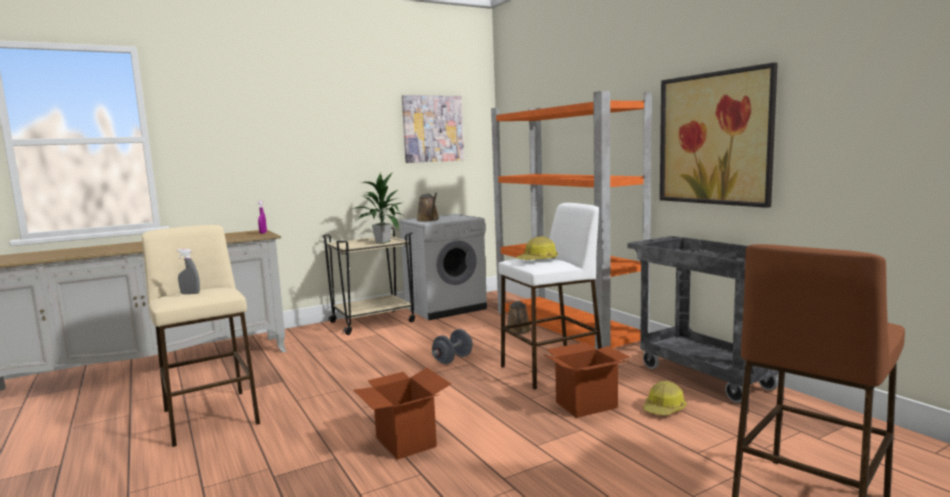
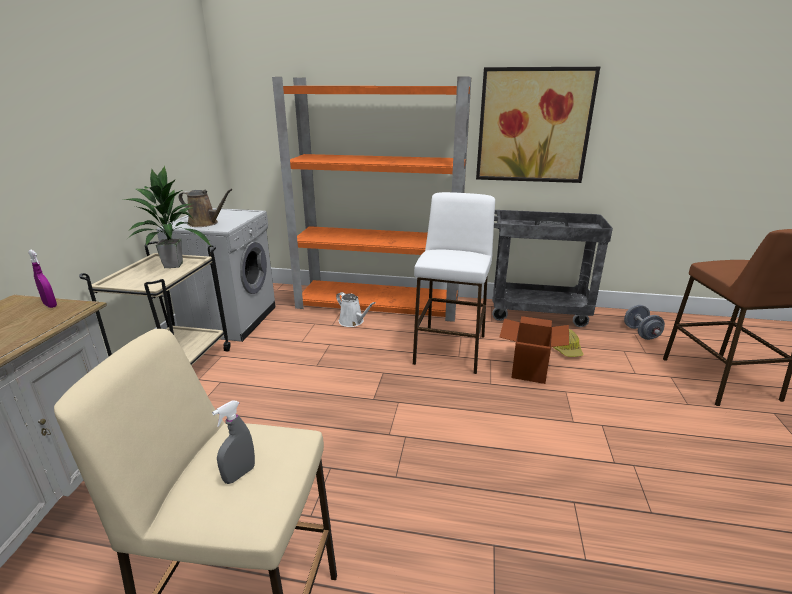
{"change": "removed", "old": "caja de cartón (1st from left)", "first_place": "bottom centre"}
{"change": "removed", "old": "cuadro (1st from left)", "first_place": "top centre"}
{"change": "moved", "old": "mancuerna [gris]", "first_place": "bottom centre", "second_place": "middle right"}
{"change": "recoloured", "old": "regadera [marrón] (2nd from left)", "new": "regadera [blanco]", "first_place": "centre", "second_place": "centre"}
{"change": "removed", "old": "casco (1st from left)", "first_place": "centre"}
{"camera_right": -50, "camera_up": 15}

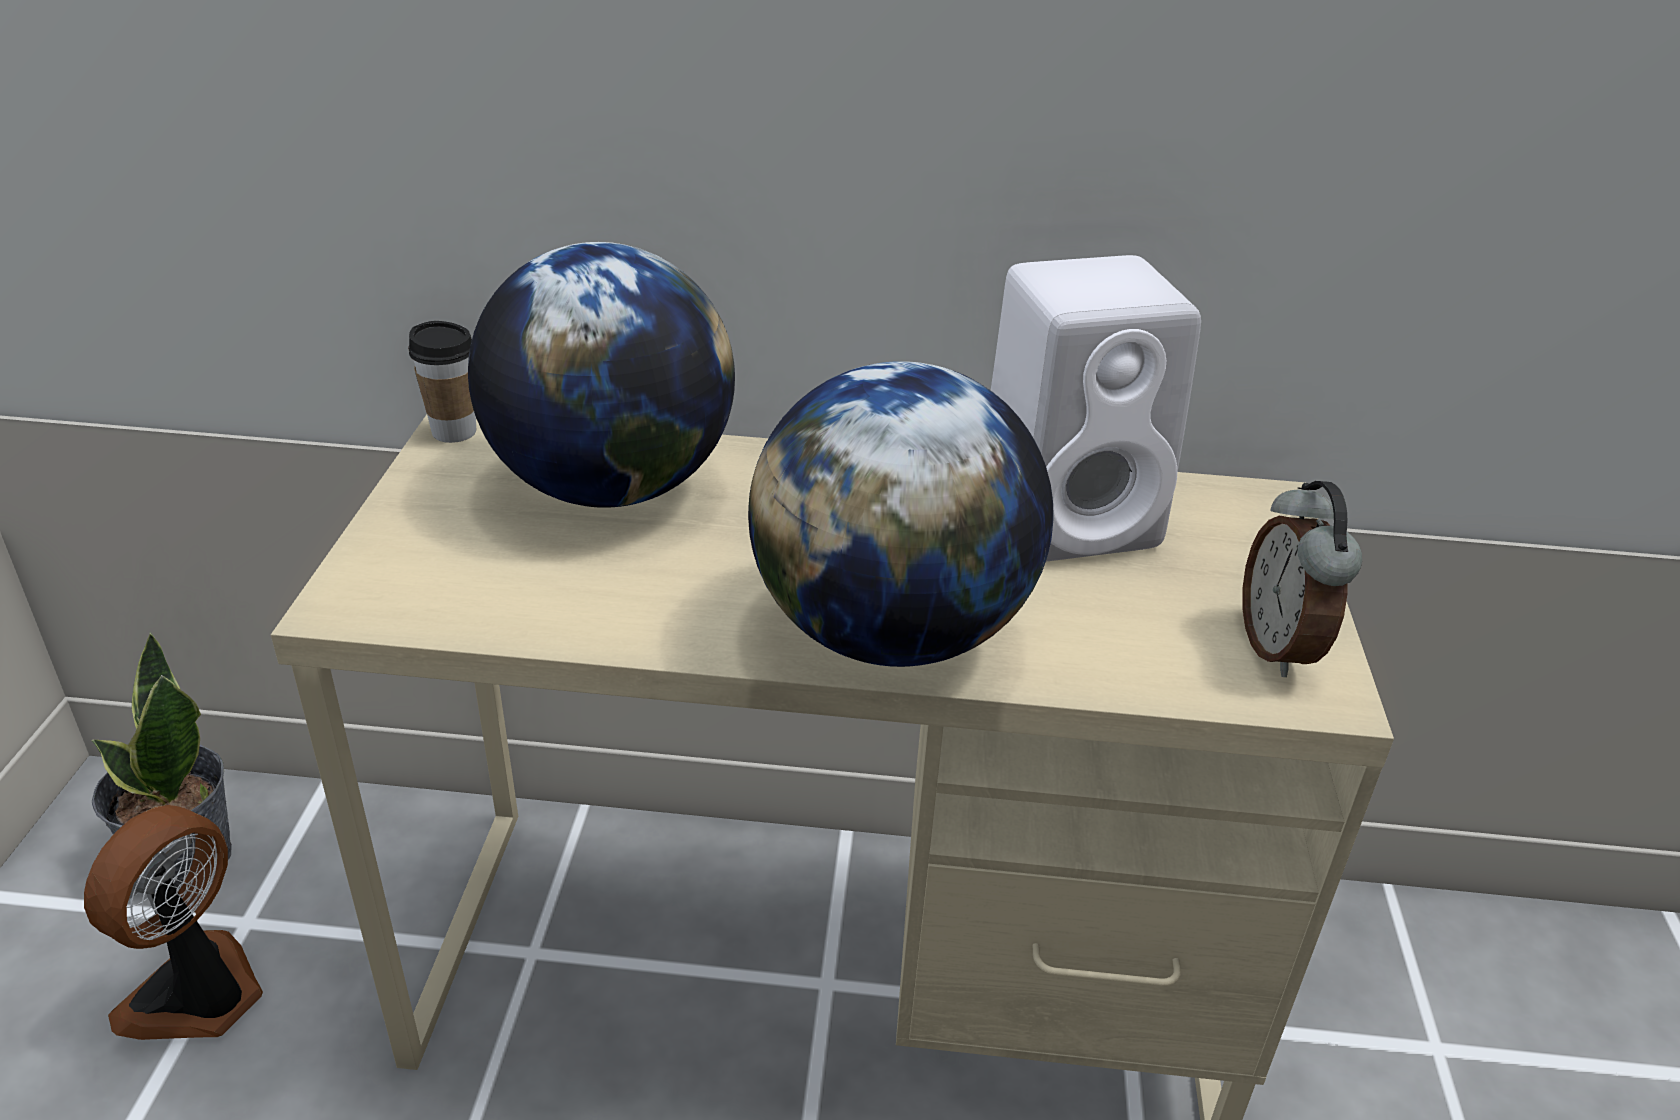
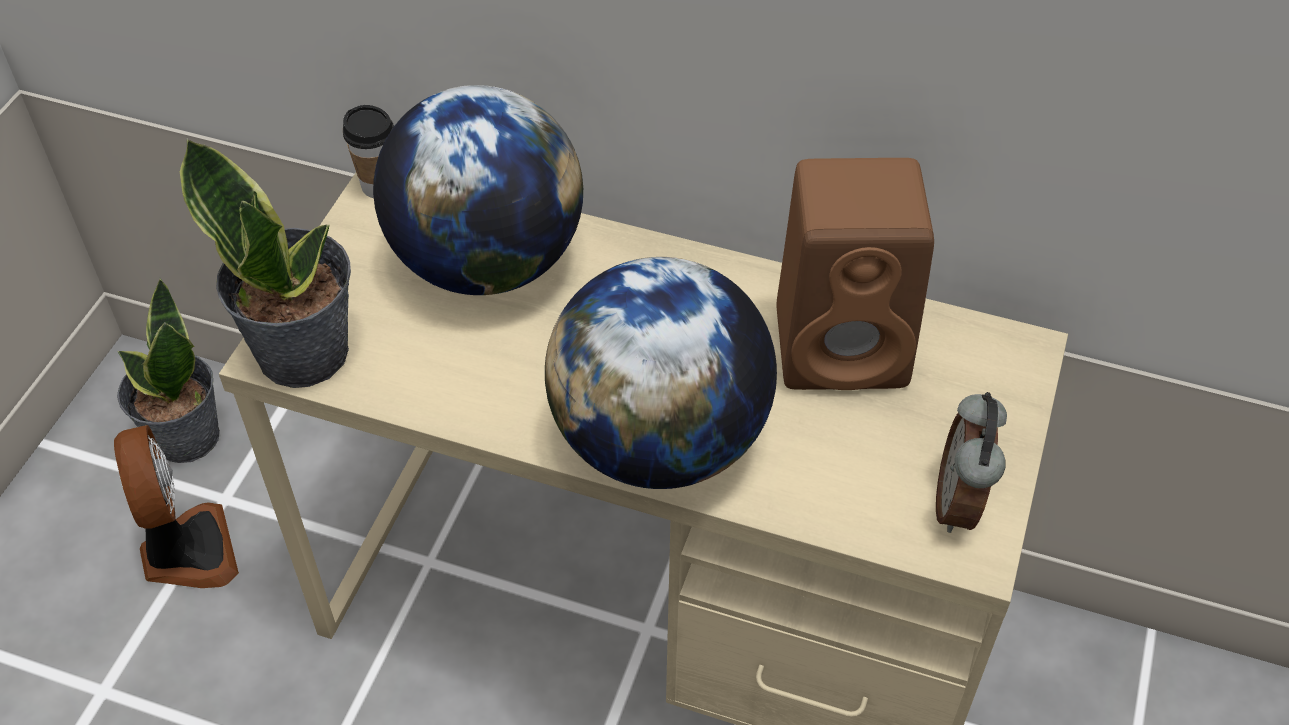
{"change": "turned", "old": "ventilador", "first_place": "bottom left", "second_place": "bottom left", "degrees": 120}
{"change": "recoloured", "old": "altavoz [blanco]", "new": "altavoz [marrón]", "first_place": "centre", "second_place": "centre"}
{"change": "added", "new": "planta en maceta (2nd from left)", "second_place": "middle left"}
{"camera_right": 15, "camera_up": 15}

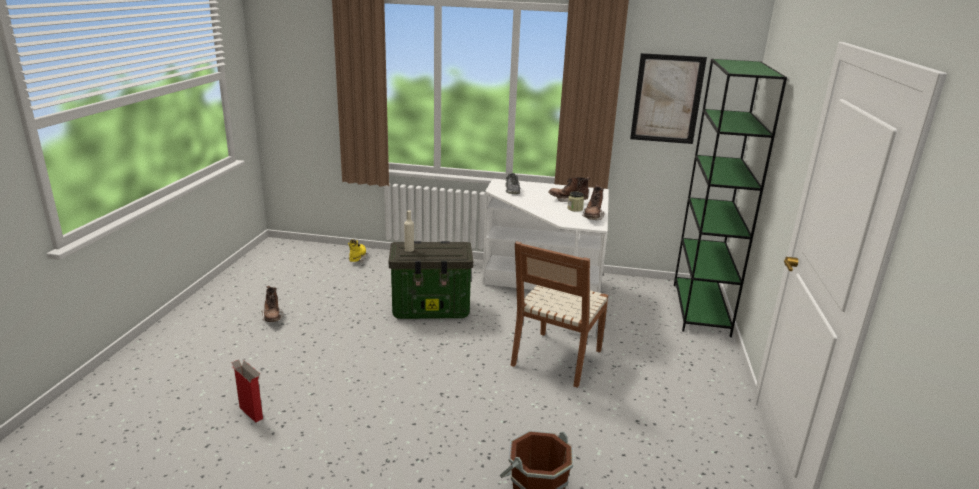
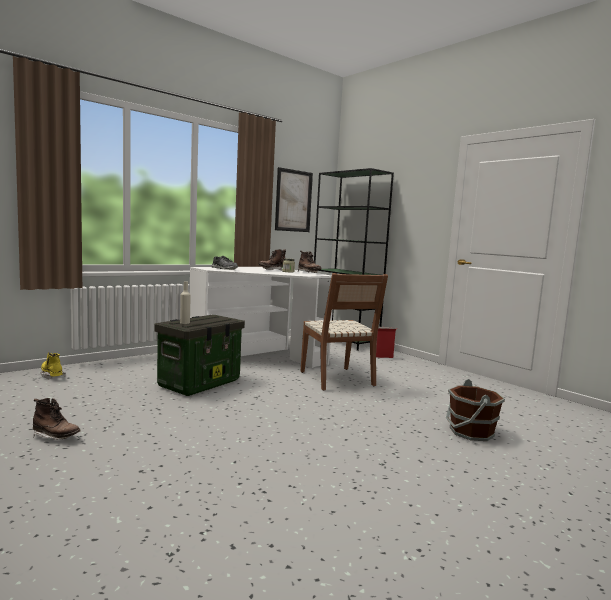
{"change": "moved", "old": "caja de cartón", "first_place": "bottom left", "second_place": "centre"}
{"camera_right": -50, "camera_up": -15}

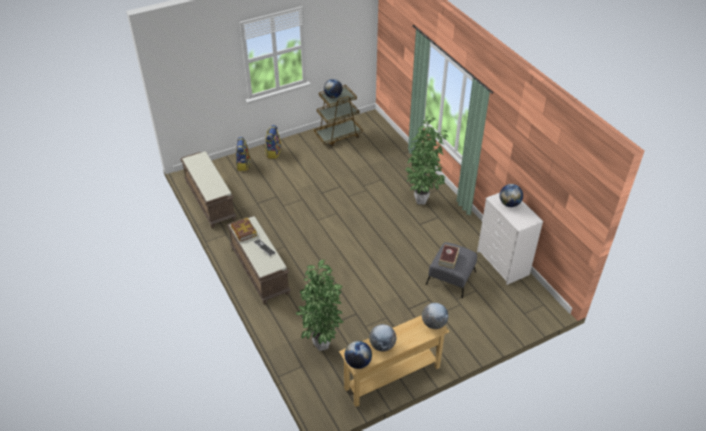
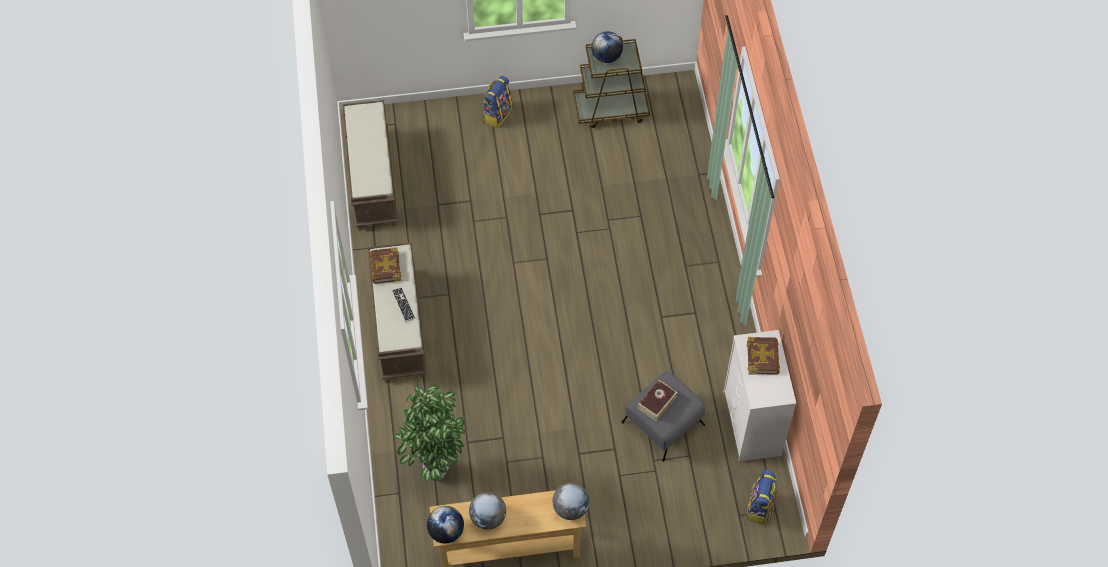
{"change": "moved", "old": "mochila (1st from left in the first image)", "new": "mochila (2nd from left)", "first_place": "centre", "second_place": "bottom right"}
{"change": "removed", "old": "planta en maceta (2nd from left)", "first_place": "centre"}
{"change": "replaced", "old": "globo terráqueo (5th from left)", "new": "libro (3rd from left)", "first_place": "middle right", "second_place": "middle right"}
{"camera_right": 20, "camera_up": 15}

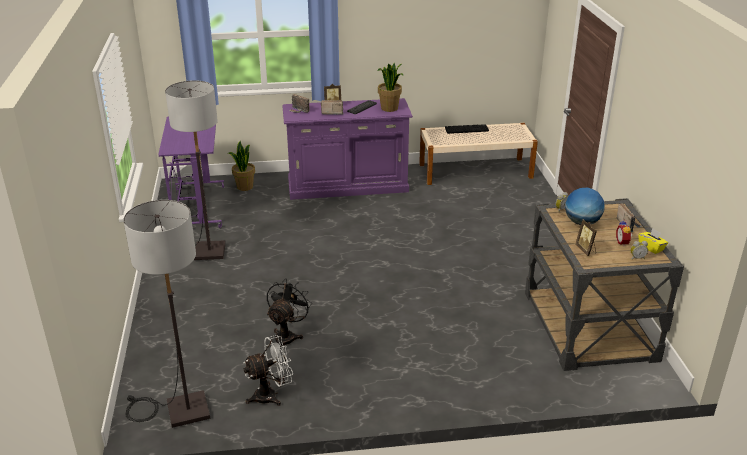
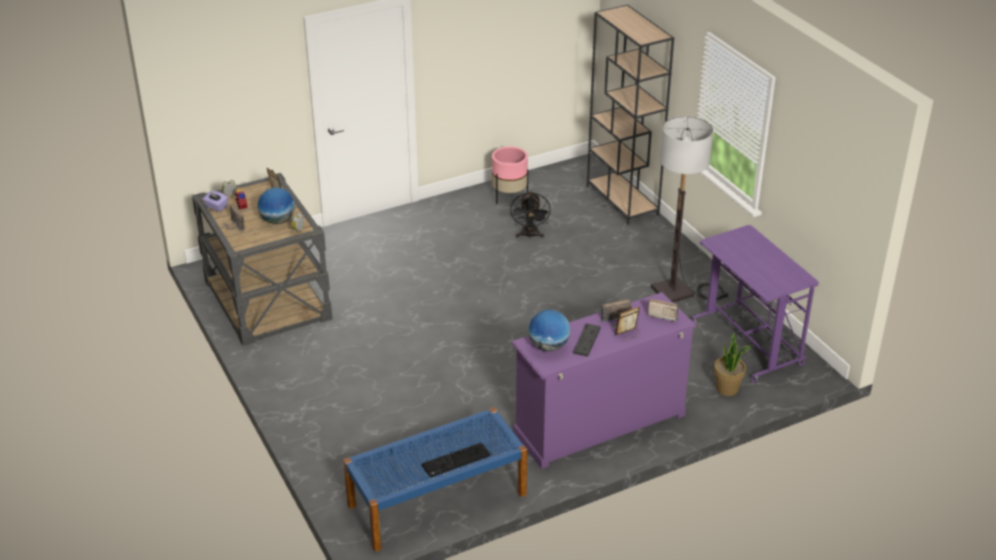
{"change": "removed", "old": "lámpara de pie (1st from left)", "first_place": "bottom left"}
{"change": "replaced", "old": "ventilador [blanco]", "new": "maceta [rosa]", "first_place": "bottom centre", "second_place": "top centre"}
{"change": "replaced", "old": "planta en maceta (2nd from left)", "new": "globo terráqueo (2nd from left)", "first_place": "top centre", "second_place": "centre"}
{"change": "recoloured", "old": "banco [beis]", "new": "banco [azul]", "first_place": "centre", "second_place": "bottom centre"}
{"change": "recoloured", "old": "caja de pañuelos [amarillo]", "new": "caja de pañuelos [morado]", "first_place": "middle right", "second_place": "middle left"}
{"change": "added", "new": "estantería (2nd from left)", "second_place": "top centre"}
{"camera_right": 160, "camera_up": 5}

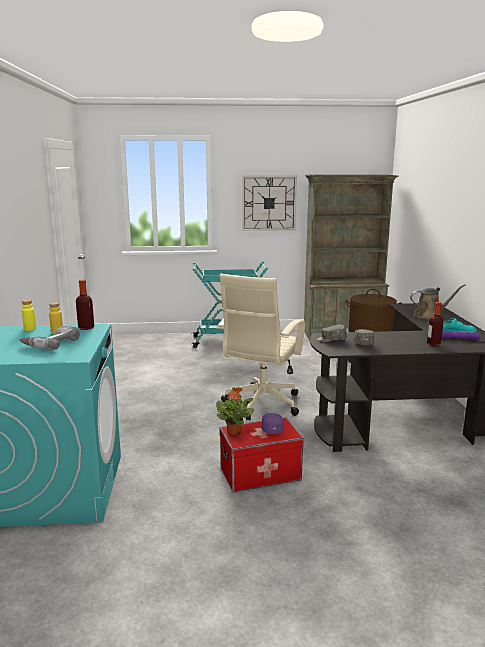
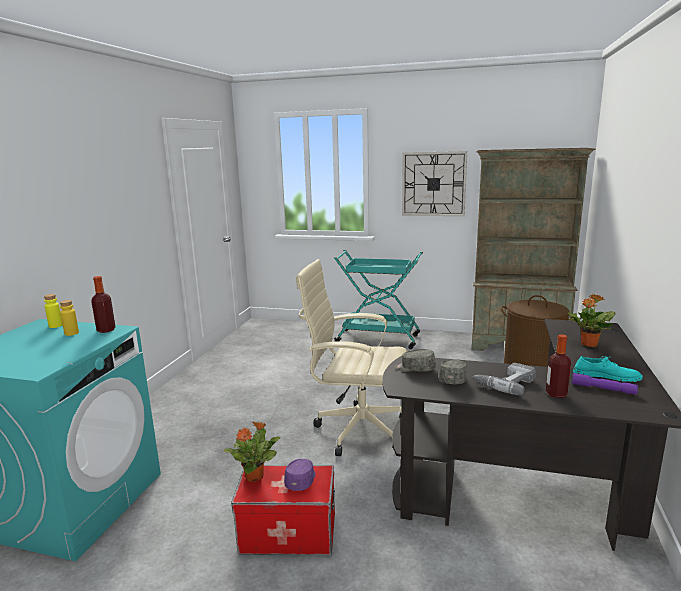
{"change": "moved", "old": "taladro", "first_place": "middle left", "second_place": "middle right"}
{"change": "turned", "old": "silla de oficina [beis]", "first_place": "centre", "second_place": "centre", "degrees": 60}
{"change": "replaced", "old": "regadera [marrón]", "new": "planta en maceta (2nd from left)", "first_place": "middle right", "second_place": "middle right"}
{"camera_right": 20, "camera_up": 0}

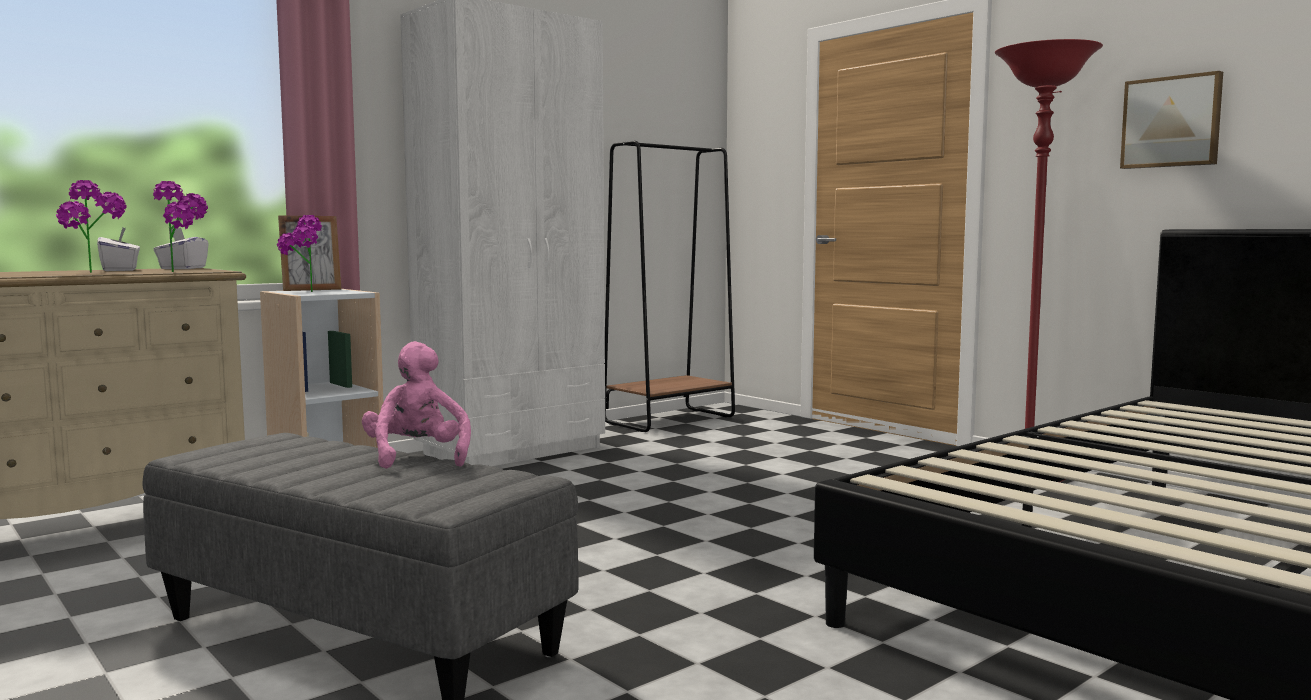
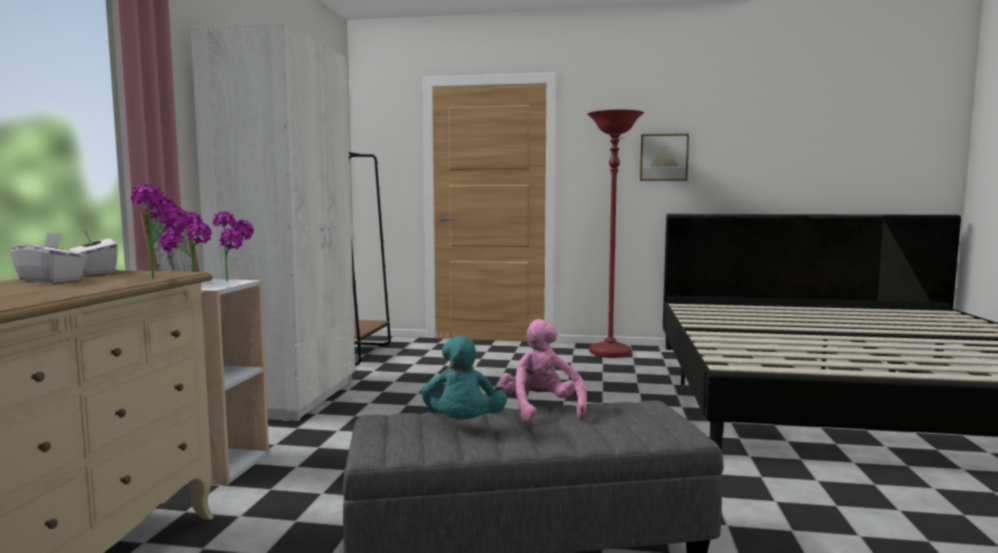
{"change": "moved", "old": "planta en maceta (1st from left in the first image)", "new": "planta en maceta (3rd from left)", "first_place": "top left", "second_place": "middle left"}
{"change": "turned", "old": "peluche [rosa]", "first_place": "middle left", "second_place": "bottom centre", "degrees": 45}
{"change": "added", "new": "peluche [turquesa]", "second_place": "bottom centre"}
{"camera_right": -40, "camera_up": 0}

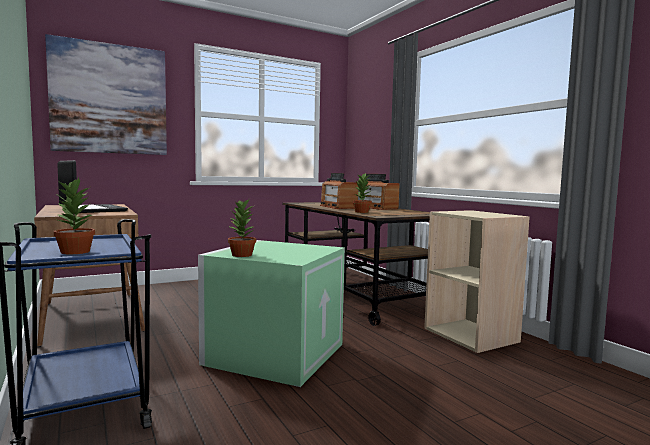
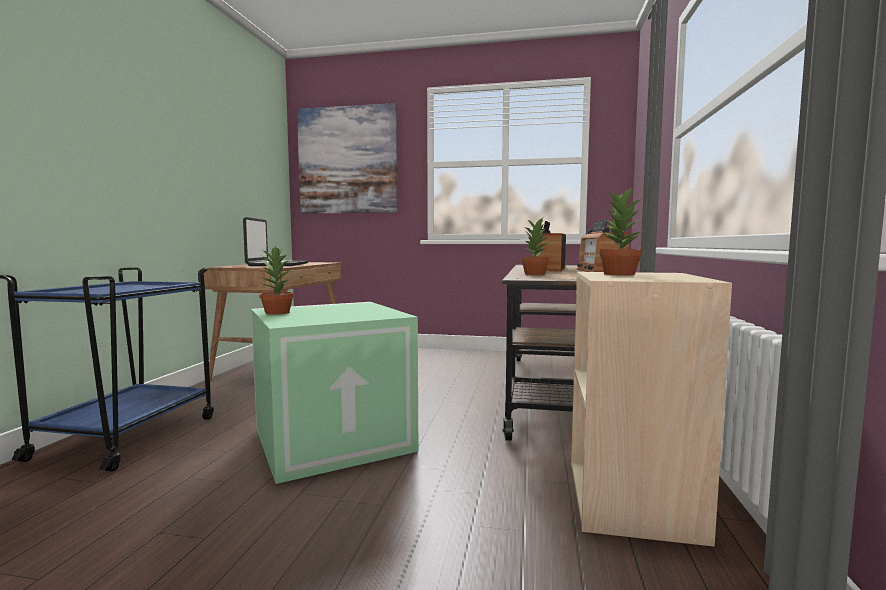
{"change": "moved", "old": "planta en maceta (1st from left in the first image)", "new": "planta en maceta (3rd from left)", "first_place": "middle left", "second_place": "middle right"}
{"camera_right": 40, "camera_up": 0}

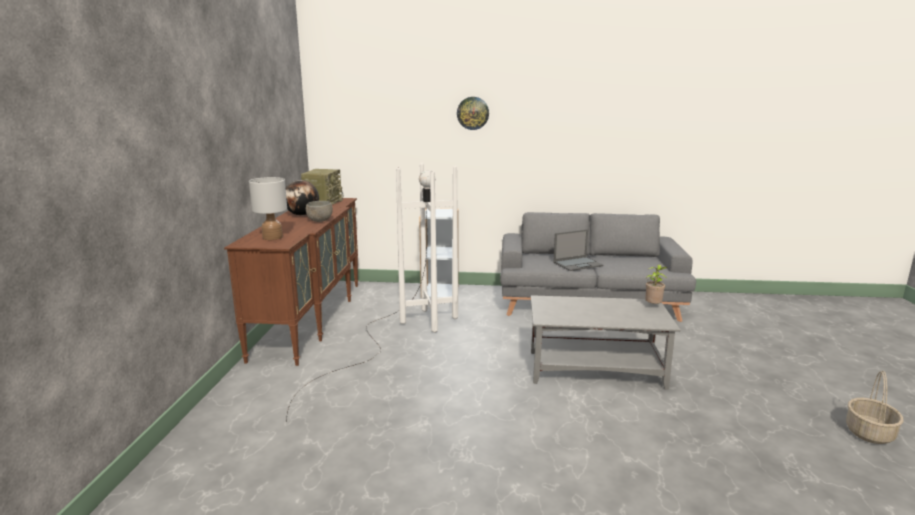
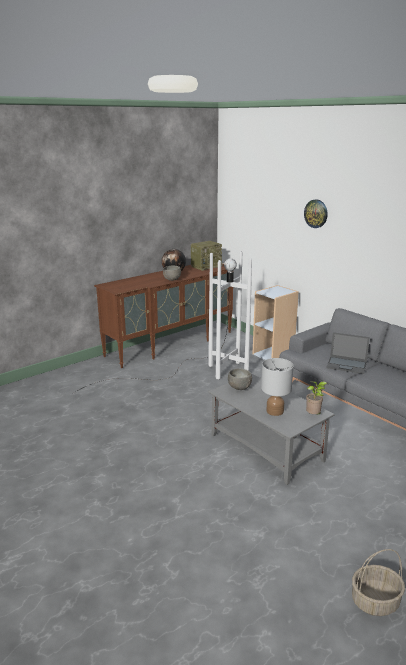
{"change": "moved", "old": "lámpara de mesa [gris]", "first_place": "middle left", "second_place": "middle right"}
{"change": "added", "new": "cuenco [gris] (2nd from left)", "second_place": "centre"}
{"camera_right": 45, "camera_up": 5}

